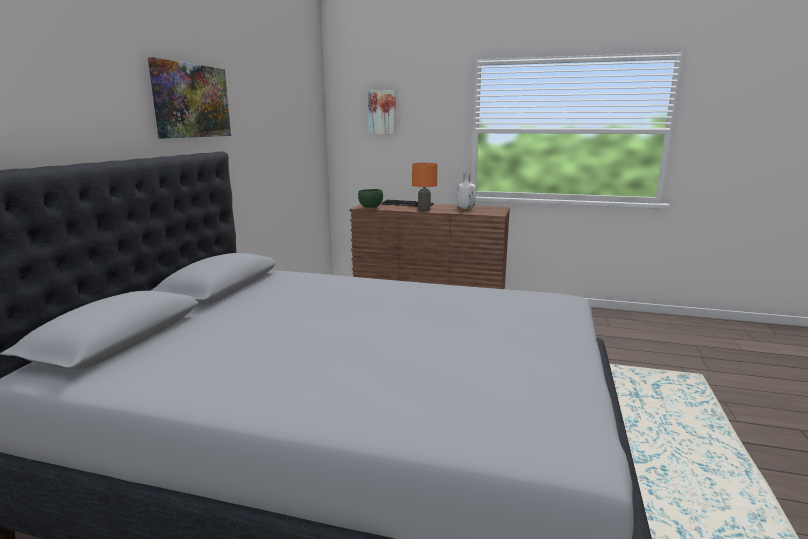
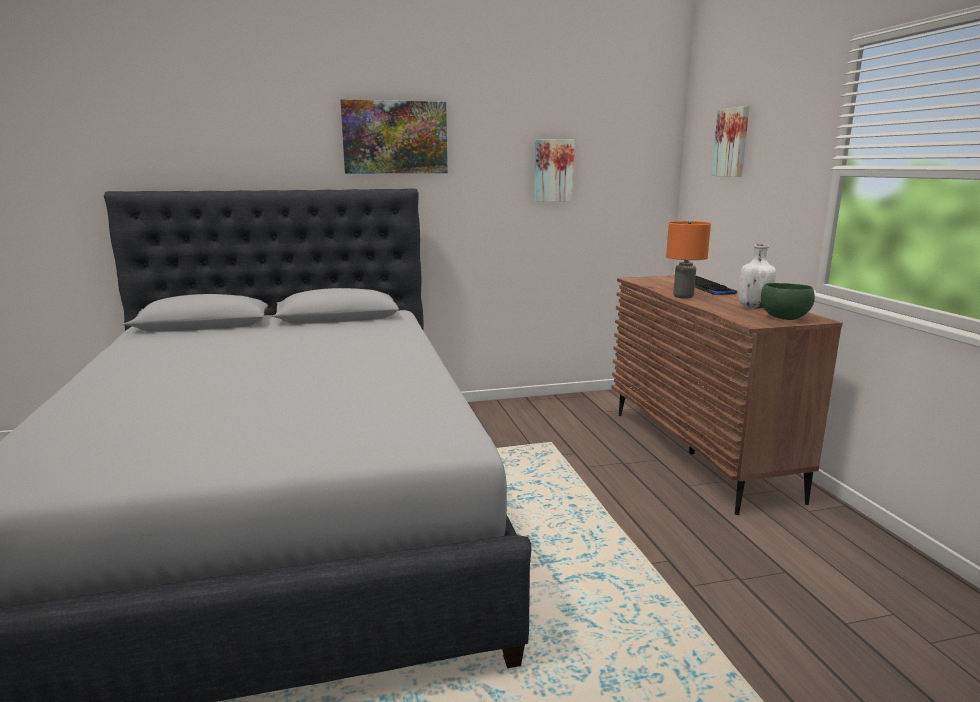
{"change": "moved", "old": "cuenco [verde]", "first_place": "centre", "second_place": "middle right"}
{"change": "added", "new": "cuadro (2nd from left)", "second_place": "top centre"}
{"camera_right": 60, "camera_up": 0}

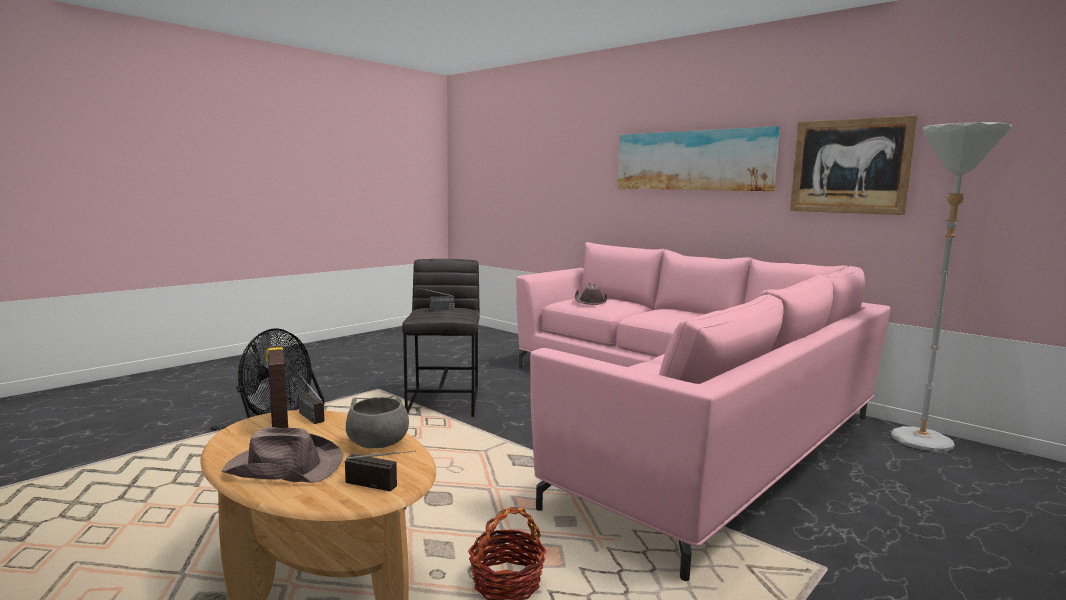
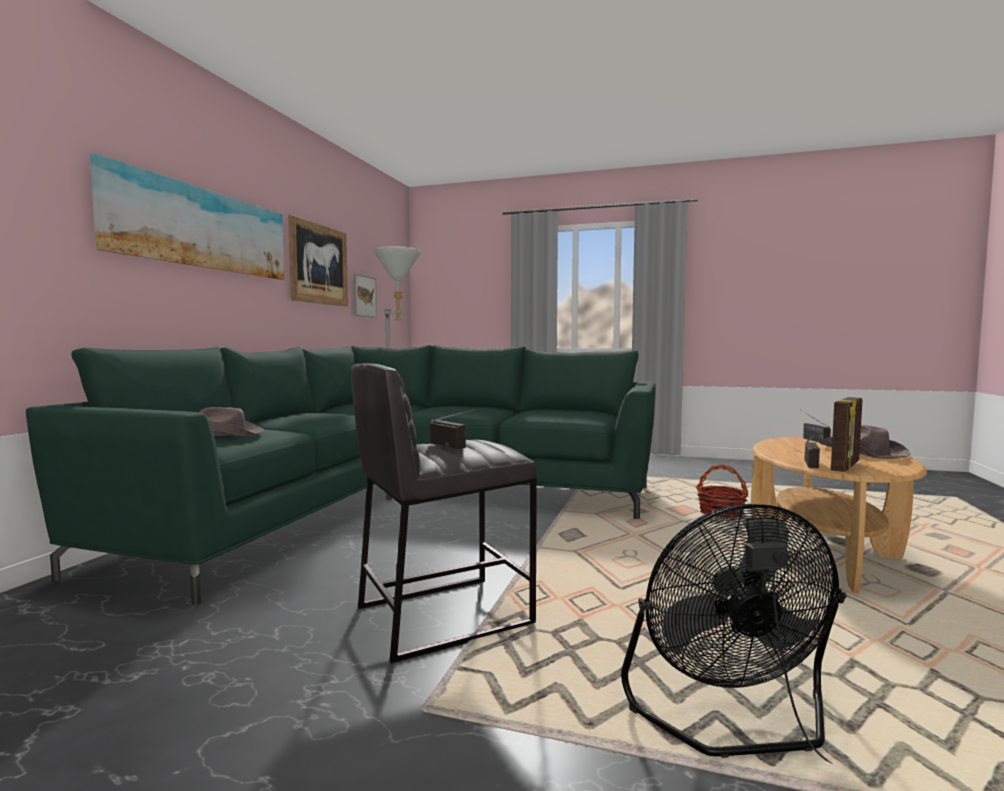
{"change": "removed", "old": "cuenco [gris]", "first_place": "bottom centre"}
{"change": "recoloured", "old": "sofá [rosa]", "new": "sofá [verde]", "first_place": "bottom centre", "second_place": "centre"}
{"change": "added", "new": "cuadro (3rd from left)", "second_place": "centre"}
{"camera_right": -115, "camera_up": -5}

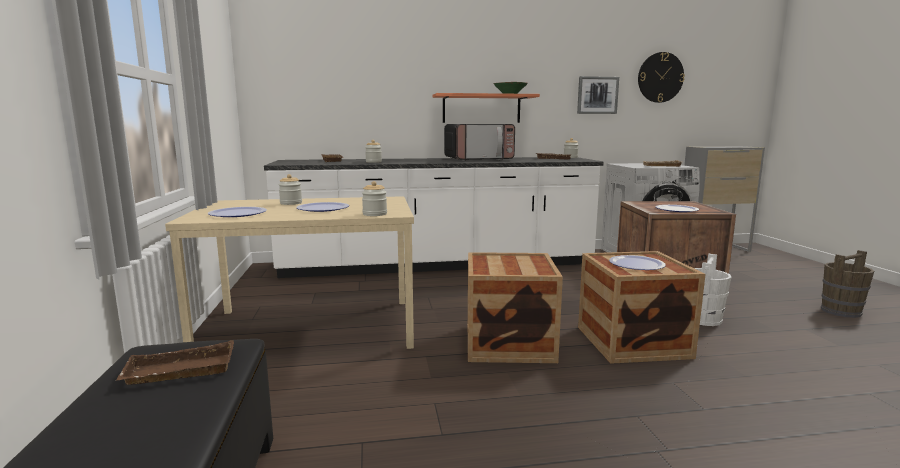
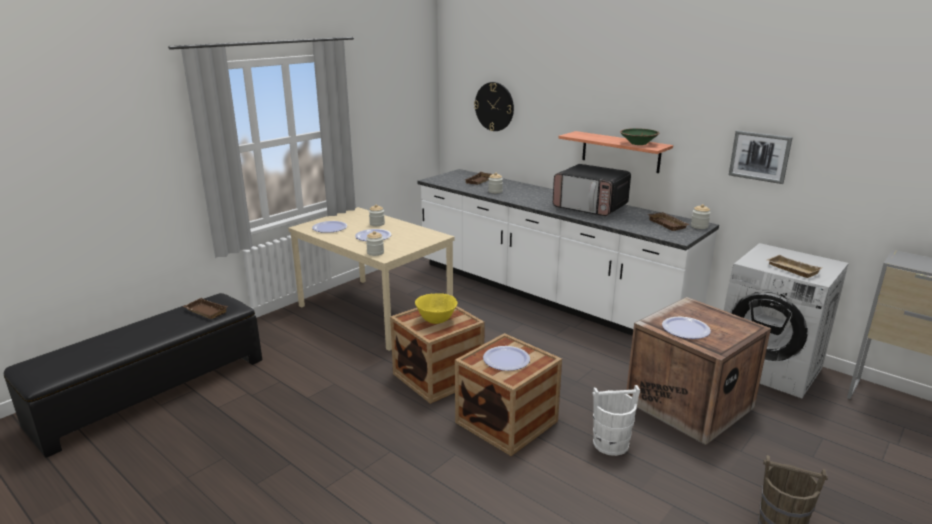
{"change": "moved", "old": "reloj de pared", "first_place": "top right", "second_place": "top centre"}
{"change": "added", "new": "cuenco [amarillo]", "second_place": "centre"}
{"camera_right": 50, "camera_up": 10}

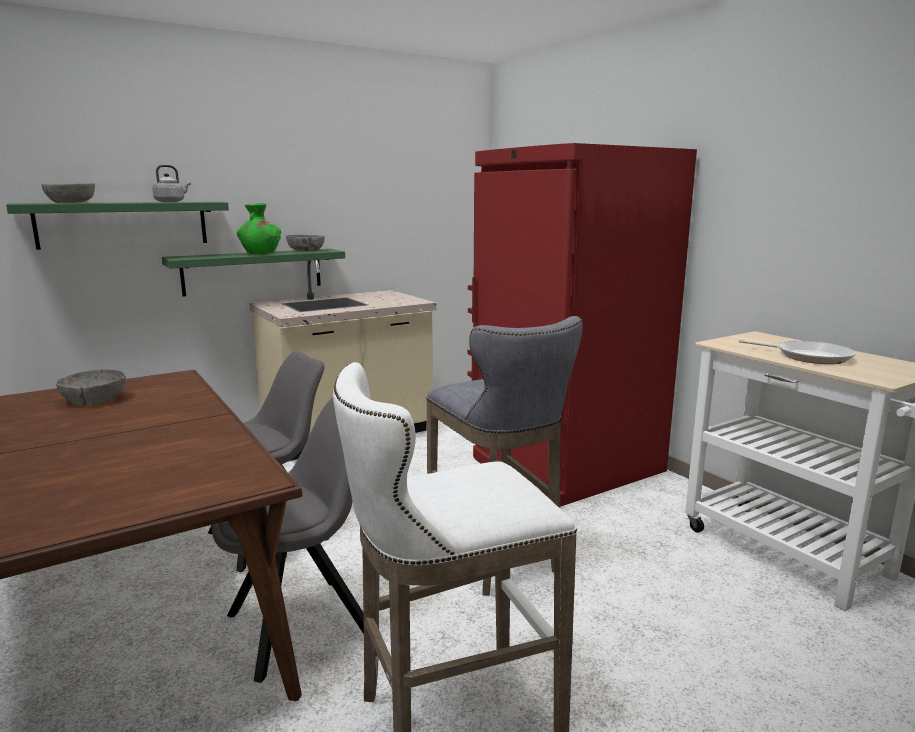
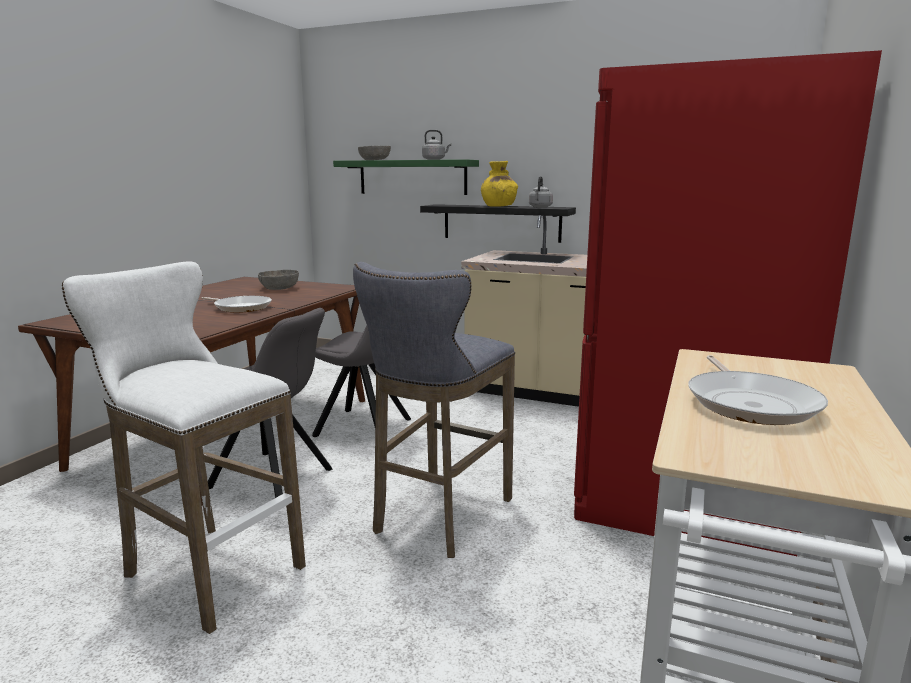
{"change": "recoloured", "old": "estante [verde] (2nd from left)", "new": "estante [negro]", "first_place": "middle left", "second_place": "top centre"}
{"change": "recoloured", "old": "florero [verde]", "new": "florero [amarillo]", "first_place": "top left", "second_place": "top centre"}
{"change": "replaced", "old": "cuenco [gris] (3rd from left)", "new": "hervidor [gris] (2nd from left)", "first_place": "top centre", "second_place": "top centre"}
{"change": "added", "new": "sartén (1st from left)", "second_place": "middle left"}
{"camera_right": 55, "camera_up": 0}

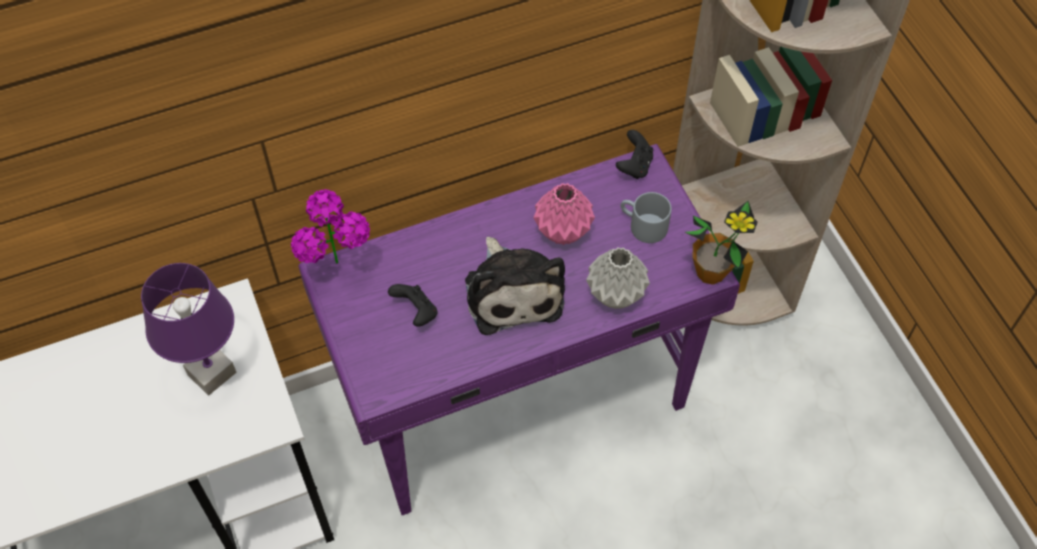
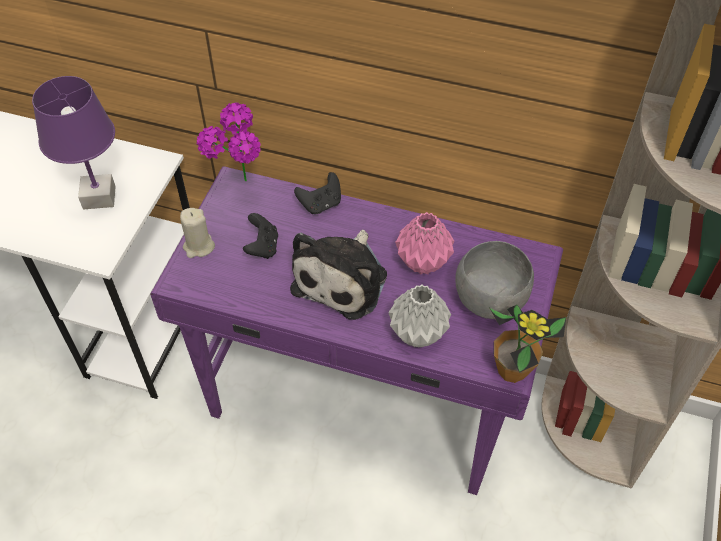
{"change": "moved", "old": "mando de consola [negro] (2nd from left)", "first_place": "top centre", "second_place": "centre"}
{"change": "replaced", "old": "taza grande [gris]", "new": "cuenco [gris]", "first_place": "centre", "second_place": "middle right"}
{"change": "added", "new": "vela [beis]", "second_place": "middle left"}
{"camera_right": 40, "camera_up": -5}

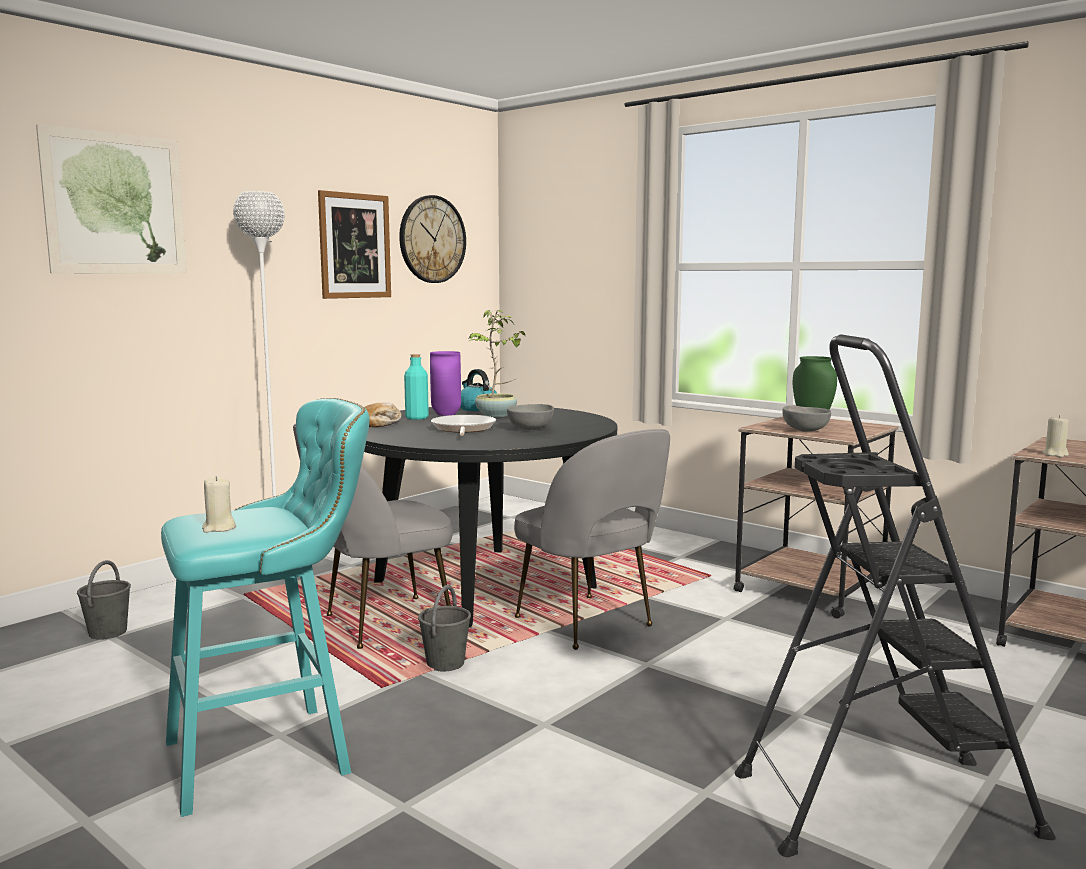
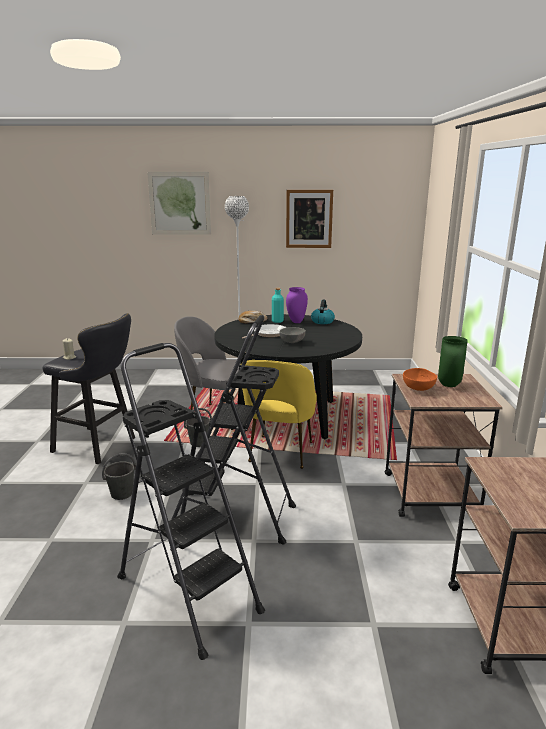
{"change": "moved", "old": "cubo [gris] (1st from left)", "first_place": "bottom left", "second_place": "middle left"}
{"change": "recoloured", "old": "taburete [turquesa]", "new": "taburete [negro]", "first_place": "bottom left", "second_place": "middle left"}
{"change": "removed", "old": "reloj de pared", "first_place": "top centre"}
{"change": "removed", "old": "planta en maceta", "first_place": "centre"}
{"change": "recoloured", "old": "silla [gris] (2nd from left)", "new": "silla [amarillo]", "first_place": "centre", "second_place": "centre"}
{"change": "recoloured", "old": "cuenco [gris] (2nd from left)", "new": "cuenco [naranja]", "first_place": "middle right", "second_place": "middle right"}
{"change": "removed", "old": "vela [beis] (2nd from left)", "first_place": "middle right"}
{"change": "added", "new": "escalera de tijera (2nd from left)", "second_place": "centre"}
{"camera_right": 50, "camera_up": 10}

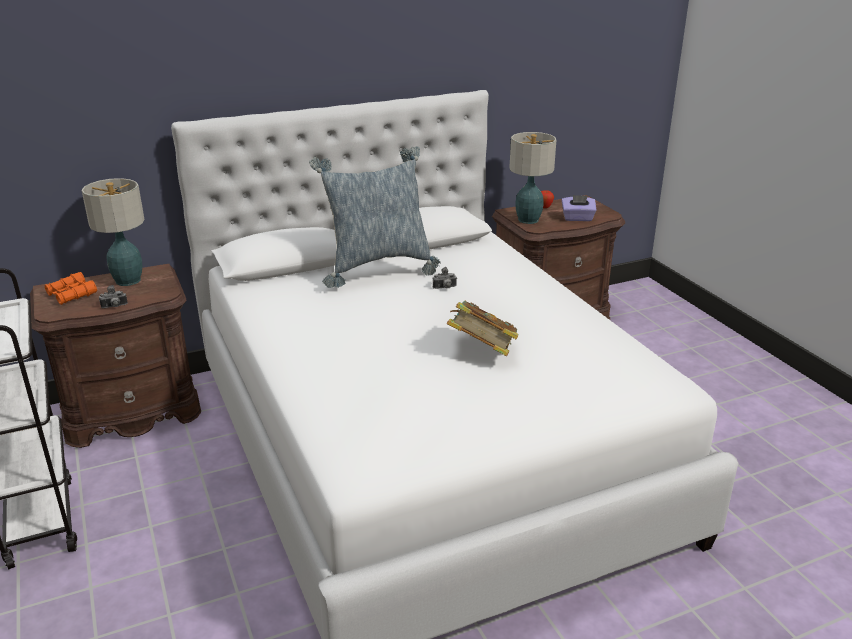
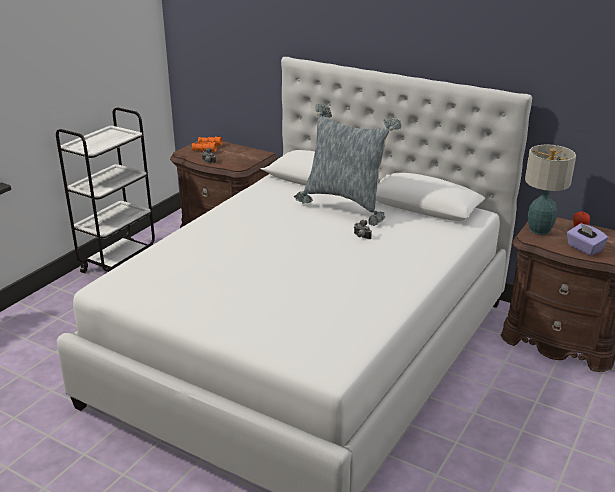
{"change": "removed", "old": "lámpara de mesa (1st from left)", "first_place": "middle left"}
{"change": "removed", "old": "libro", "first_place": "centre"}
{"camera_right": 55, "camera_up": 0}

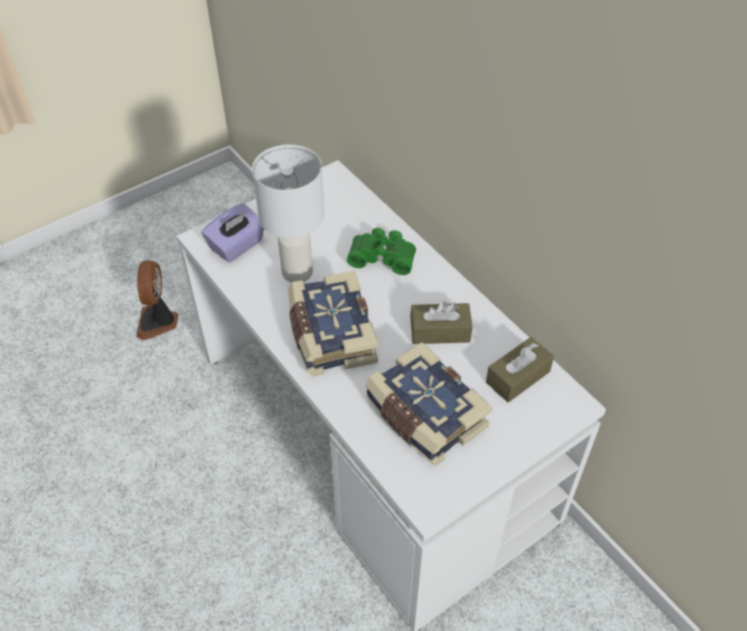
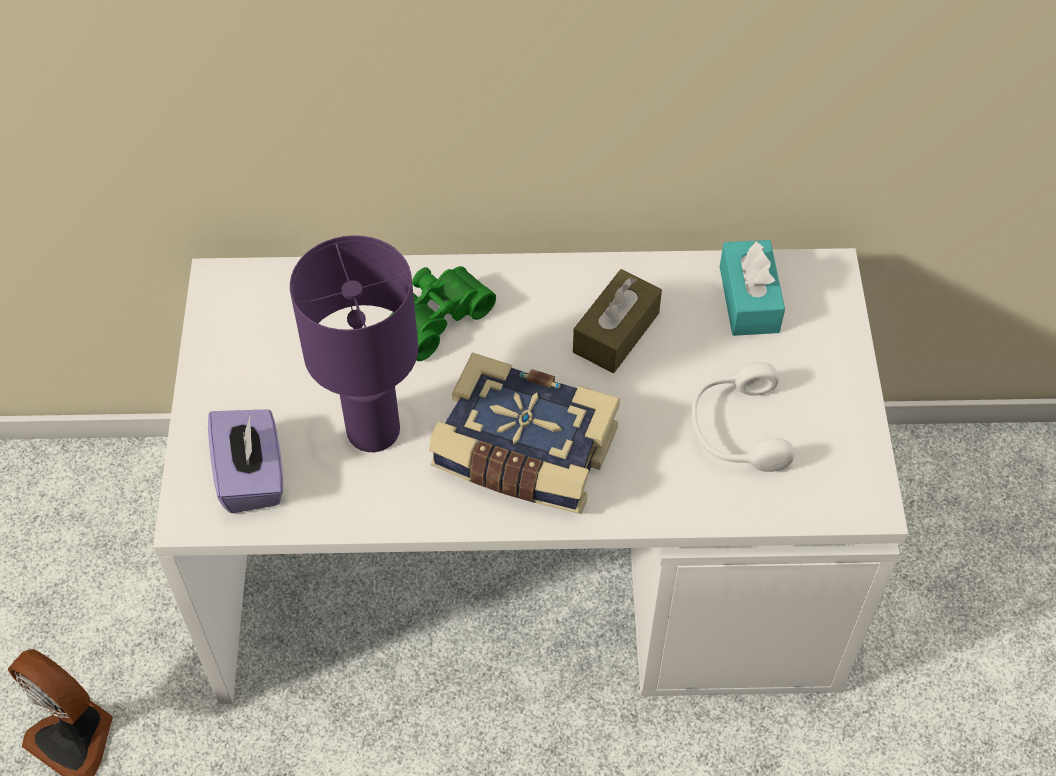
{"change": "recoloured", "old": "lámpara de mesa [blanco]", "new": "lámpara de mesa [morado]", "first_place": "centre", "second_place": "centre"}
{"change": "replaced", "old": "libro (2nd from left)", "new": "auriculares [blanco]", "first_place": "centre", "second_place": "middle right"}
{"change": "recoloured", "old": "caja de pañuelos [marrón] (2nd from left)", "new": "caja de pañuelos [turquesa]", "first_place": "middle right", "second_place": "middle right"}
{"camera_right": -55, "camera_up": 5}

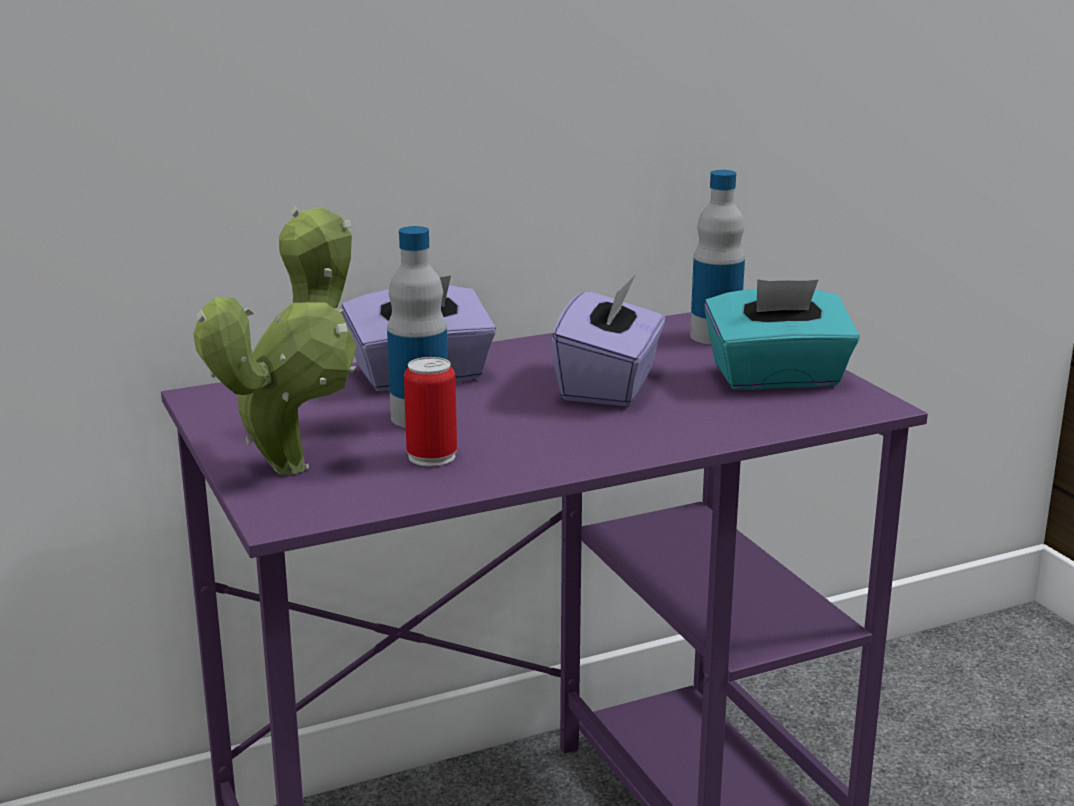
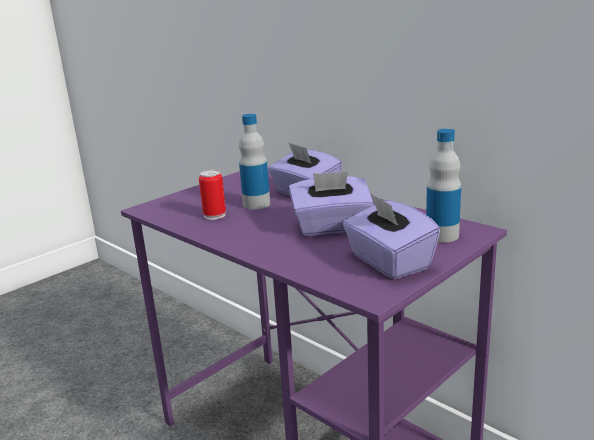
{"change": "removed", "old": "planta en maceta", "first_place": "middle left"}
{"change": "recoloured", "old": "caja de pañuelos [turquesa]", "new": "caja de pañuelos [morado] (3rd from left)", "first_place": "middle right", "second_place": "centre"}
{"camera_right": 70, "camera_up": 0}

